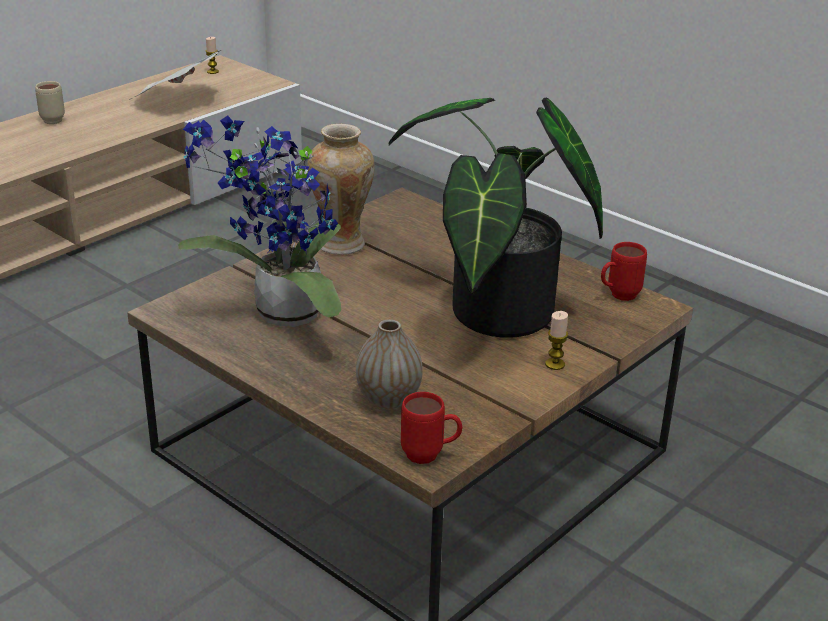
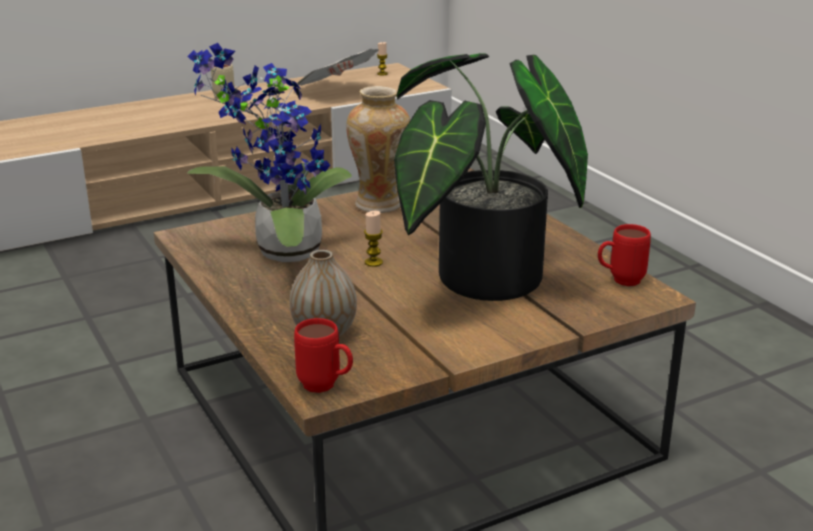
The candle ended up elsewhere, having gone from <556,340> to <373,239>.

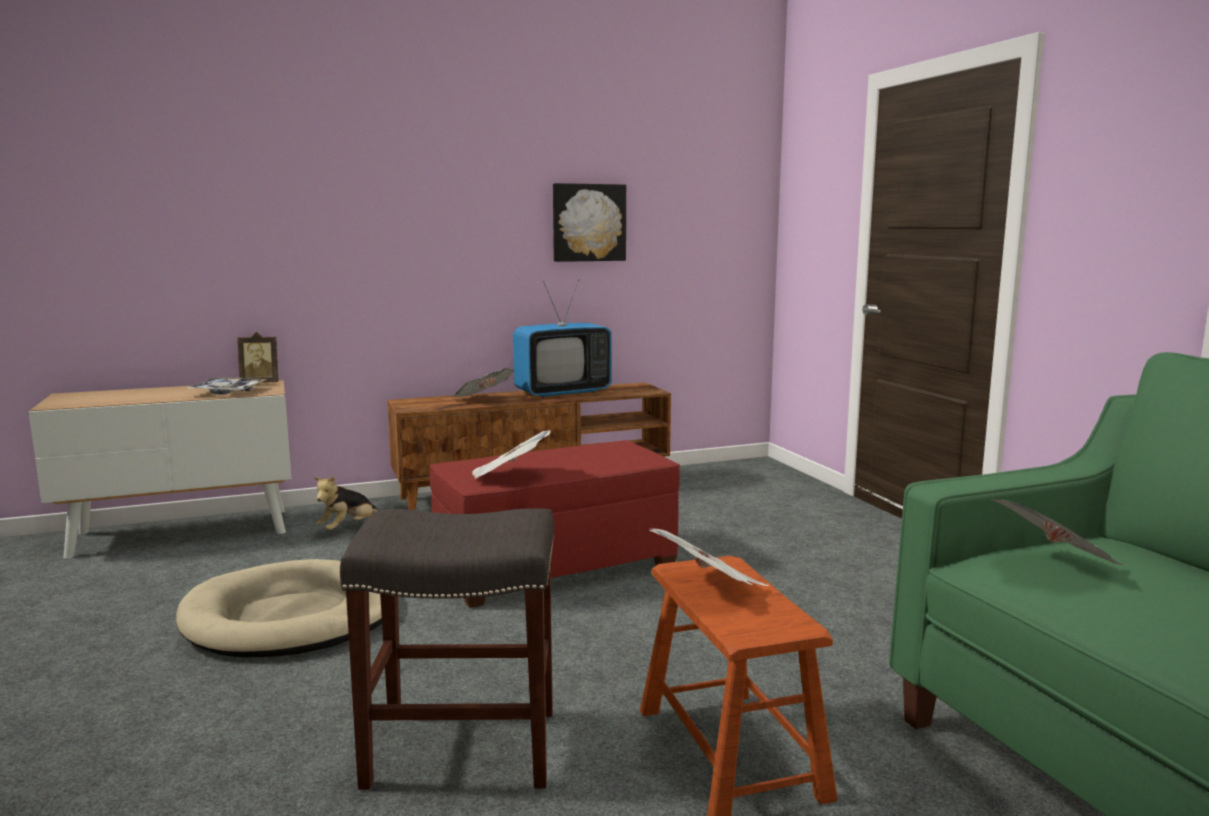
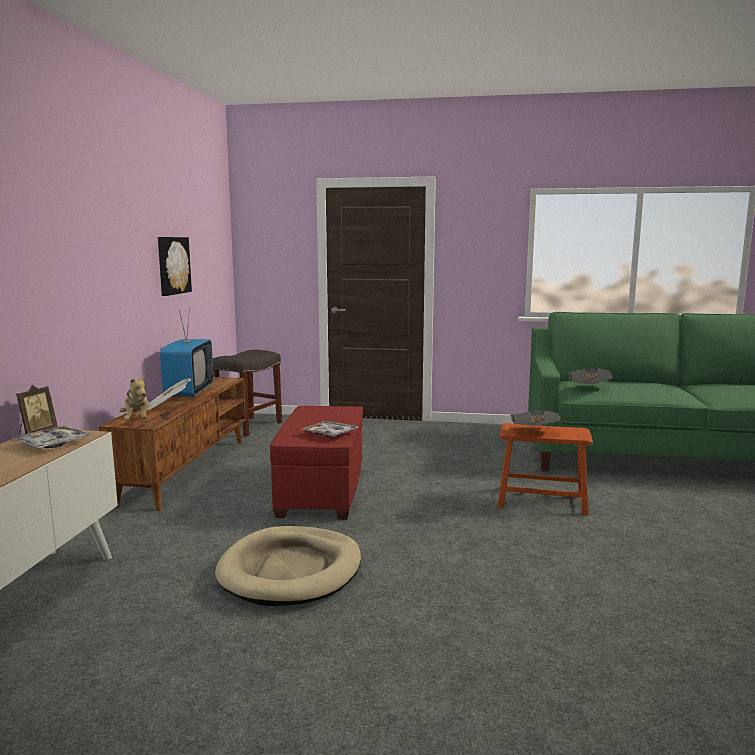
The plush toy ended up elsewhere, having gone from <345,502> to <134,397>.
The stool (grey) ended up elsewhere, having gone from <447,649> to <247,393>.
Where the newspaper stood at <511,454>, the tray came to stand at <330,429>.

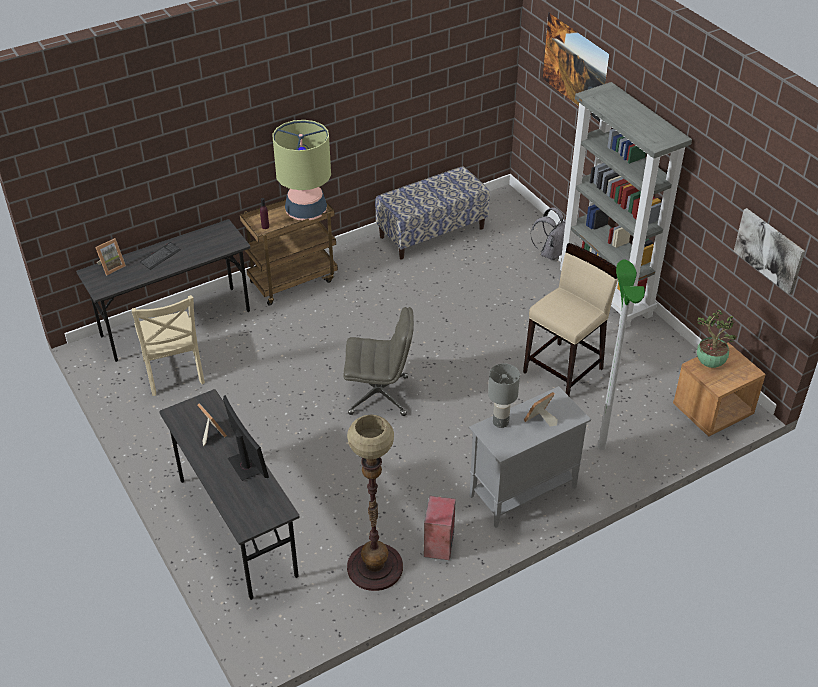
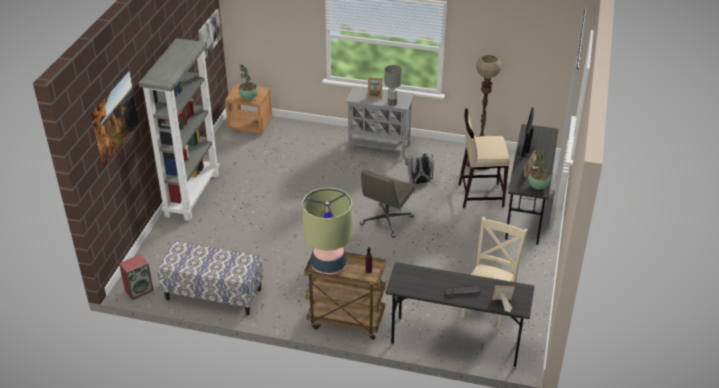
The speaker ended up elsewhere, having gone from <440,528> to <136,277>.
The office chair (grey) at <378,361> ended up facing another way, 105 degrees counterclockwise from before.
The backpack (grey) ended up elsewhere, having gone from <548,233> to <419,168>.
The stool (beige) ended up elsewhere, having gone from <570,319> to <484,158>.
The second view gained the potted plant at <539,168>.
The second view lost the floor lamp at <621,354>.

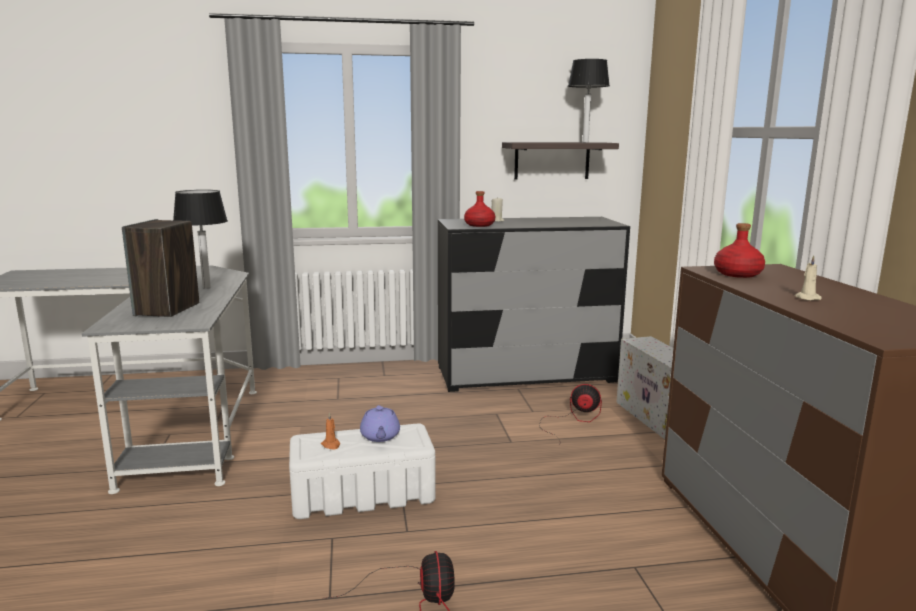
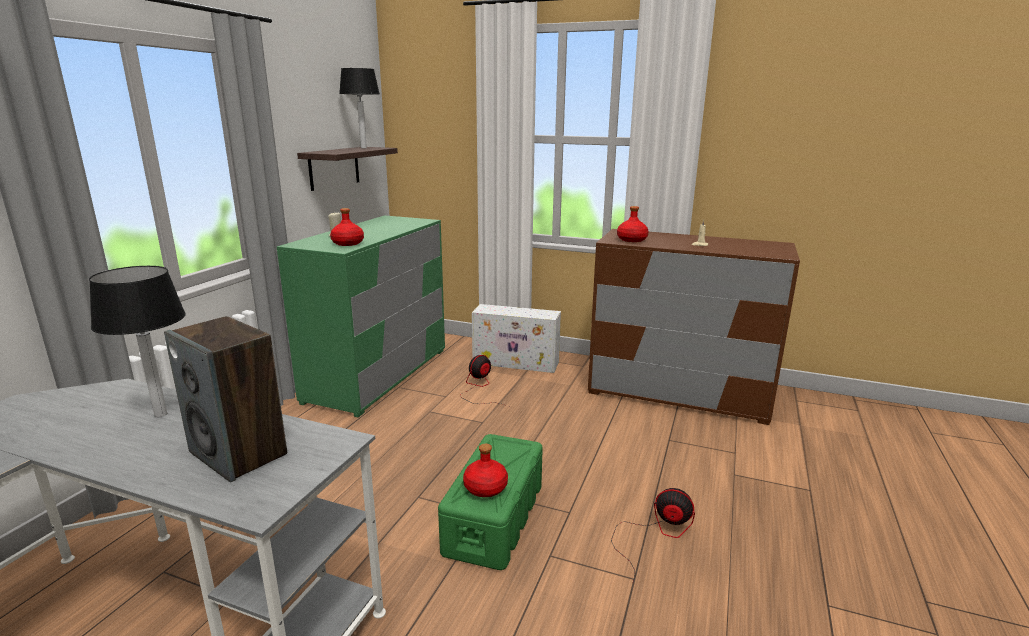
What was the dresser (black) at <534,304> turned into the dresser (green) at <361,316>.
What was the storage box (white) at <362,471> turned into the storage box (green) at <490,502>.
Where the candle (orange) stood at <330,431>, the bottle (red) came to stand at <485,470>.
The second view lost the teapot (purple) at <380,423>.

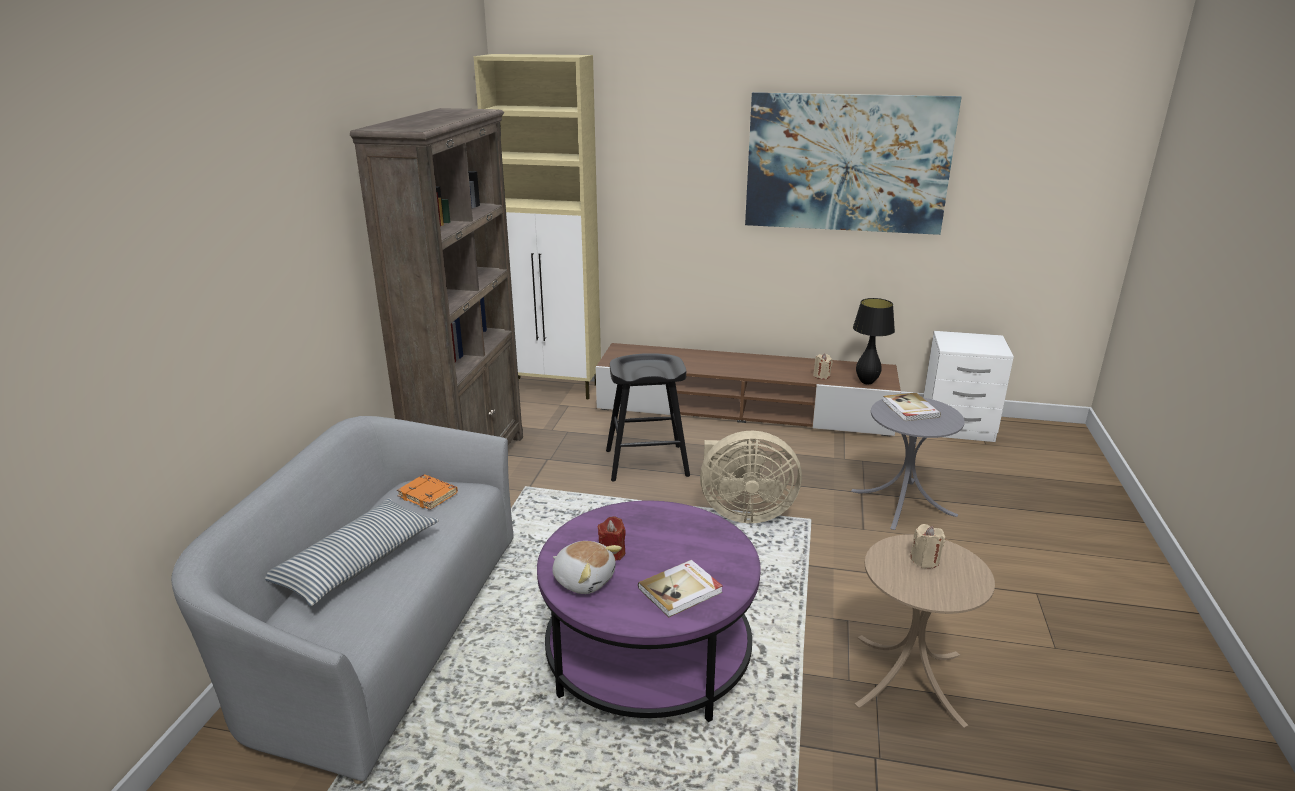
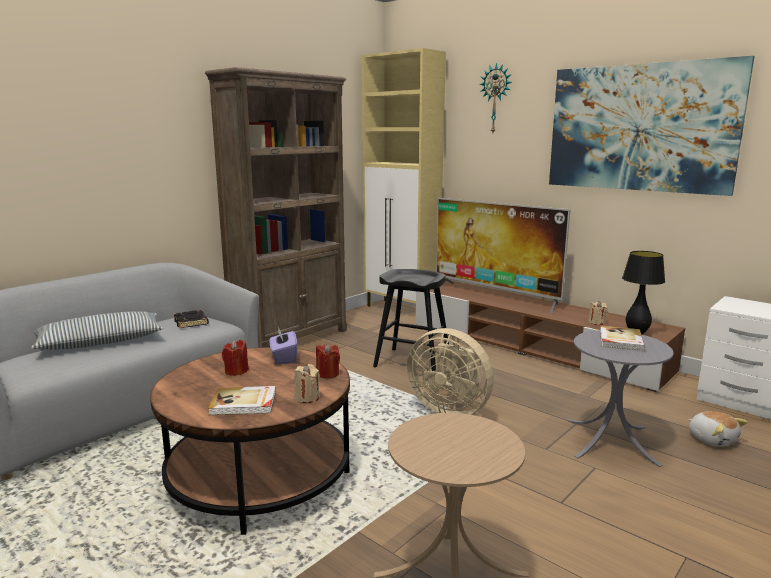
What was the coffee table (purple) at <649,611> turned into the coffee table (brown) at <250,441>.
What was the book (orange) at <427,492> turned into the book (black) at <191,319>.
The second view gained the tissue box (purple) at <283,345>.
The candle (beige) ended up elsewhere, having gone from <928,546> to <307,383>.
The second view gained the candle (red) at <328,361>.
The second view gained the television at <503,255>.
The second view gained the wall clock at <496,97>.
The plush toy ended up elsewhere, having gone from <587,567> to <718,429>.

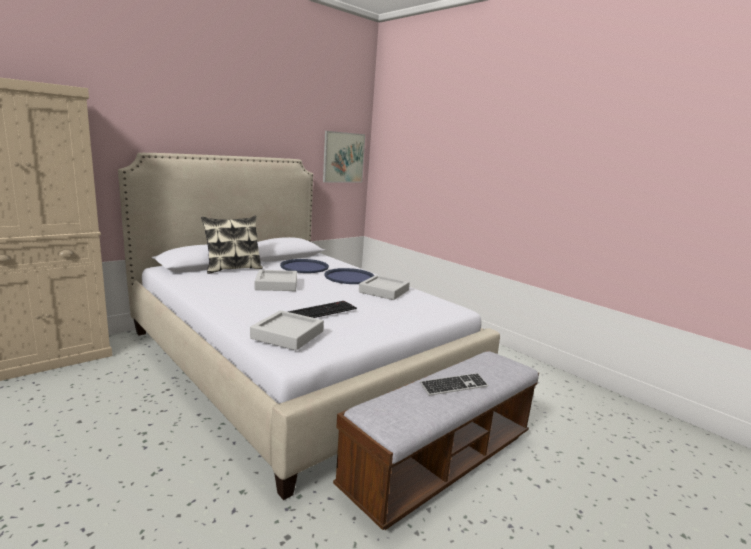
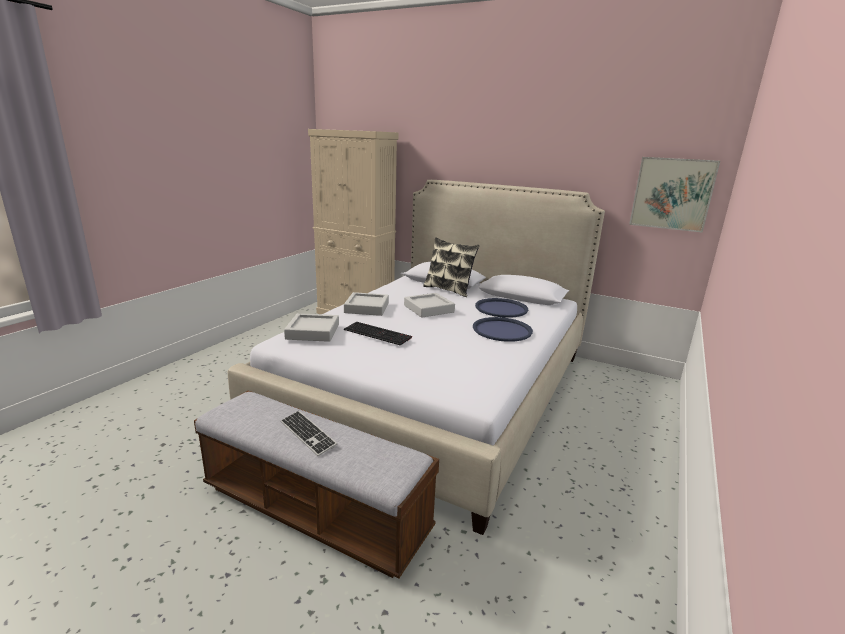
The tray (grey) ended up elsewhere, having gone from <384,287> to <366,304>.

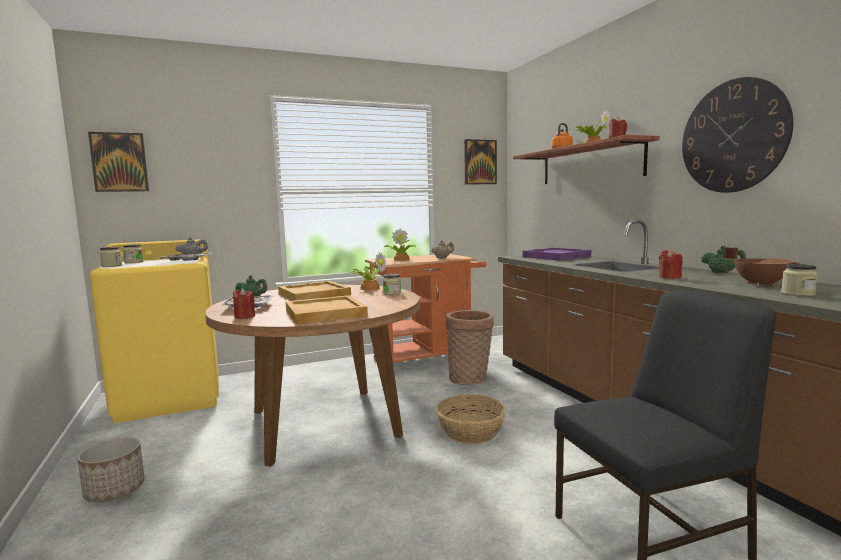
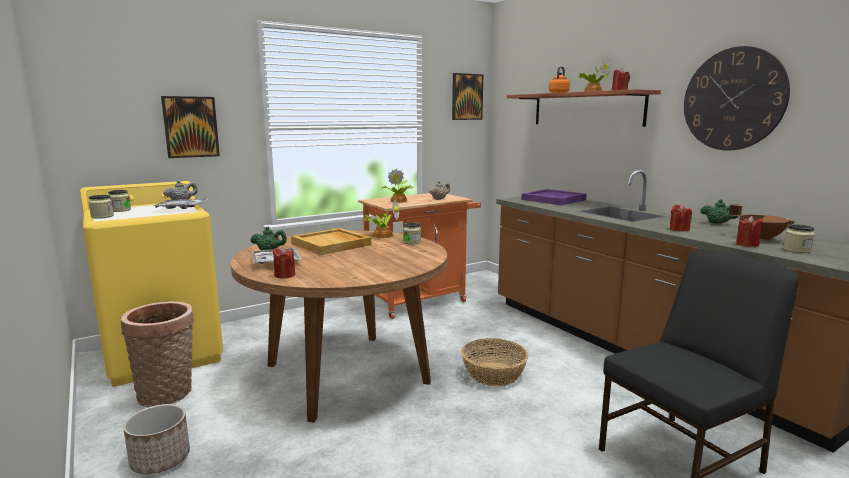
The basket ended up elsewhere, having gone from <470,347> to <157,354>.
The picture ended up elsewhere, having gone from <118,162> to <190,127>.
The second view gained the candle (red) at <749,231>.
The second view lost the tray (beige) at <327,309>.

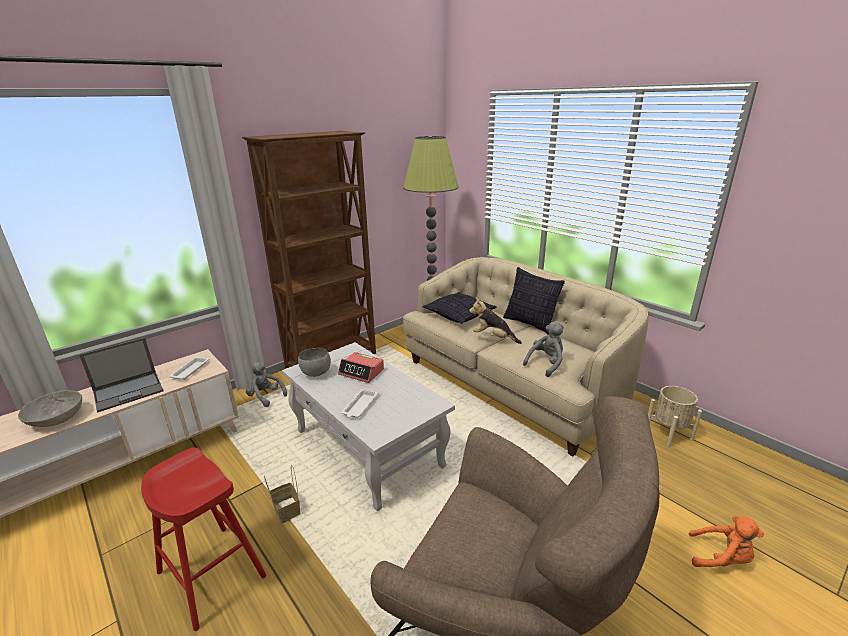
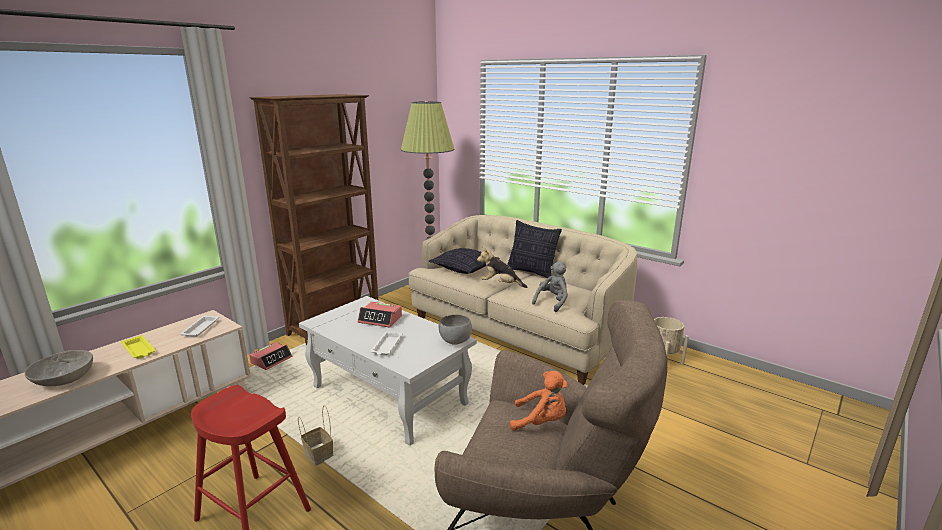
Where the laptop stood at <121,375>, the tray (yellow) came to stand at <138,347>.
Where the plush toy (grey) stood at <266,384>, the alarm clock came to stand at <270,356>.
The bowl (grey) ended up elsewhere, having gone from <314,362> to <455,329>.
The plush toy (orange) ended up elsewhere, having gone from <726,541> to <539,401>.

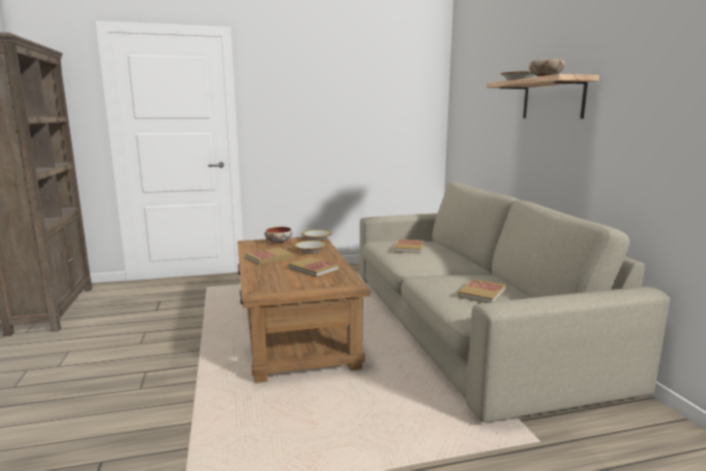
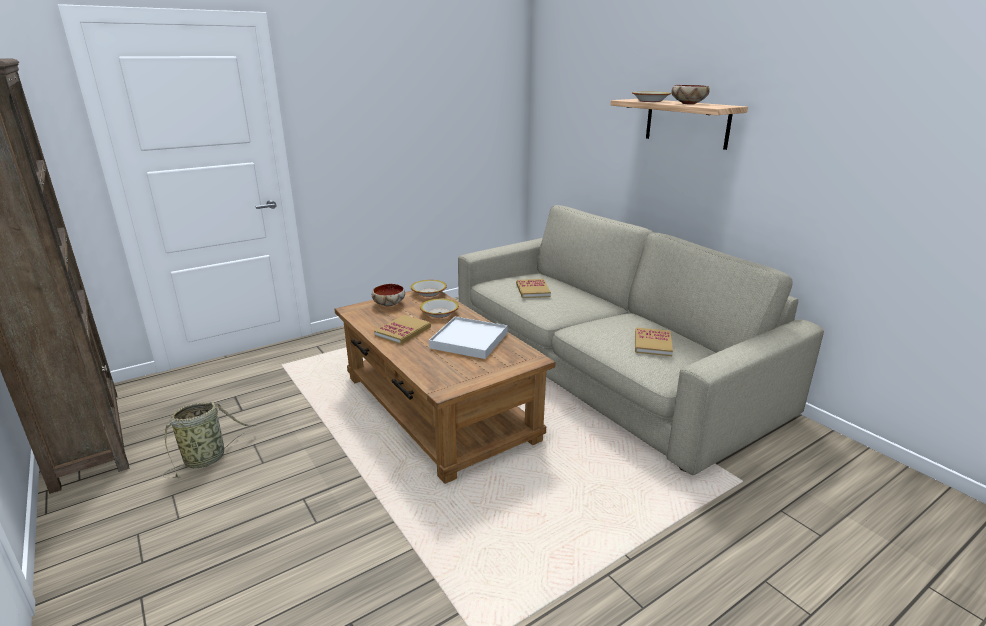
The second view gained the basket at <210,440>.
Where the book stood at <313,267>, the tray (white) came to stand at <468,338>.

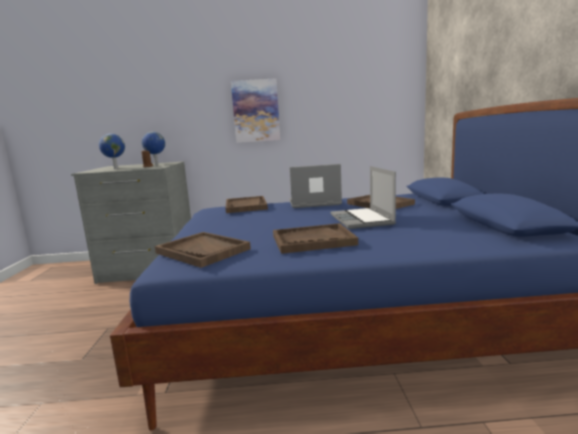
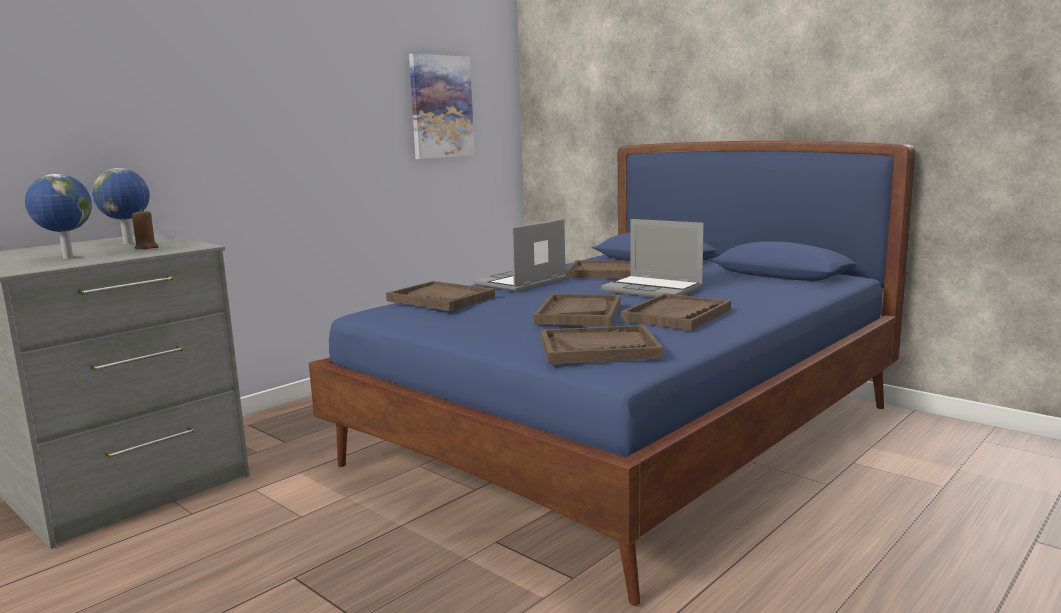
The picture ended up elsewhere, having gone from <255,110> to <442,106>.
The second view gained the tray (brown) at <577,310>.

